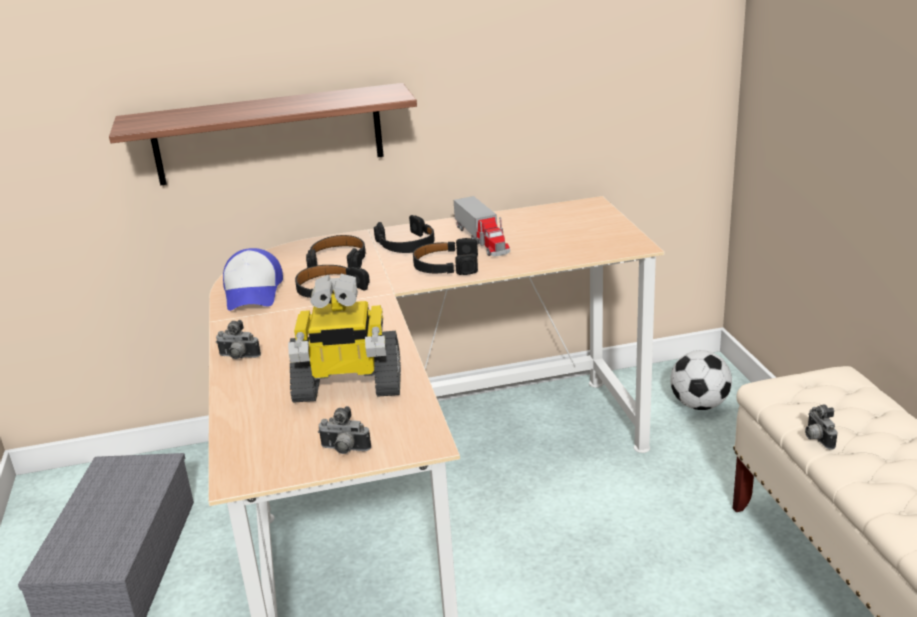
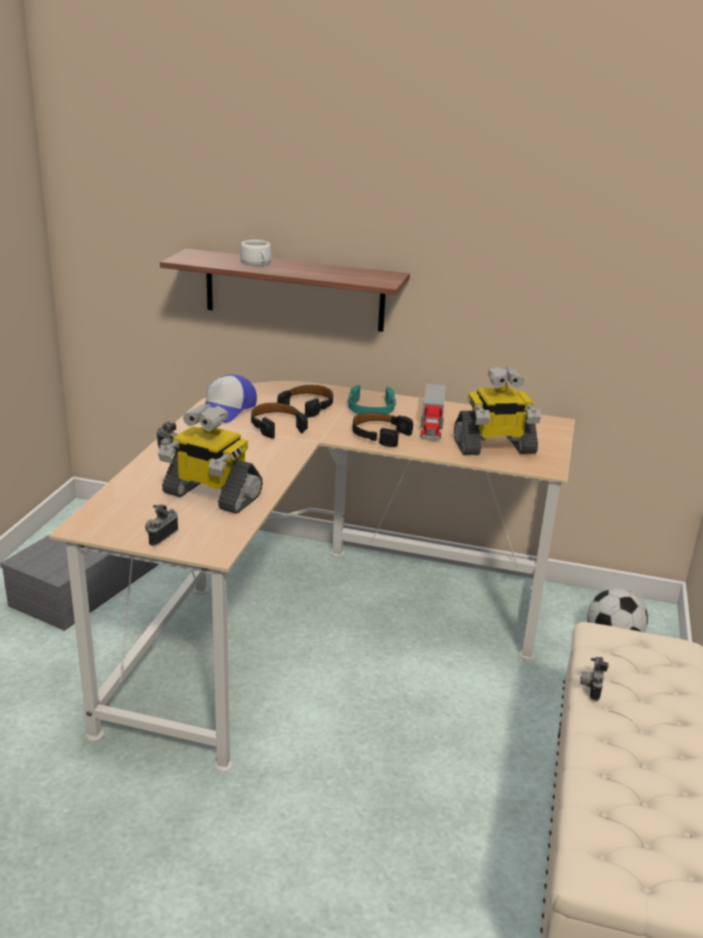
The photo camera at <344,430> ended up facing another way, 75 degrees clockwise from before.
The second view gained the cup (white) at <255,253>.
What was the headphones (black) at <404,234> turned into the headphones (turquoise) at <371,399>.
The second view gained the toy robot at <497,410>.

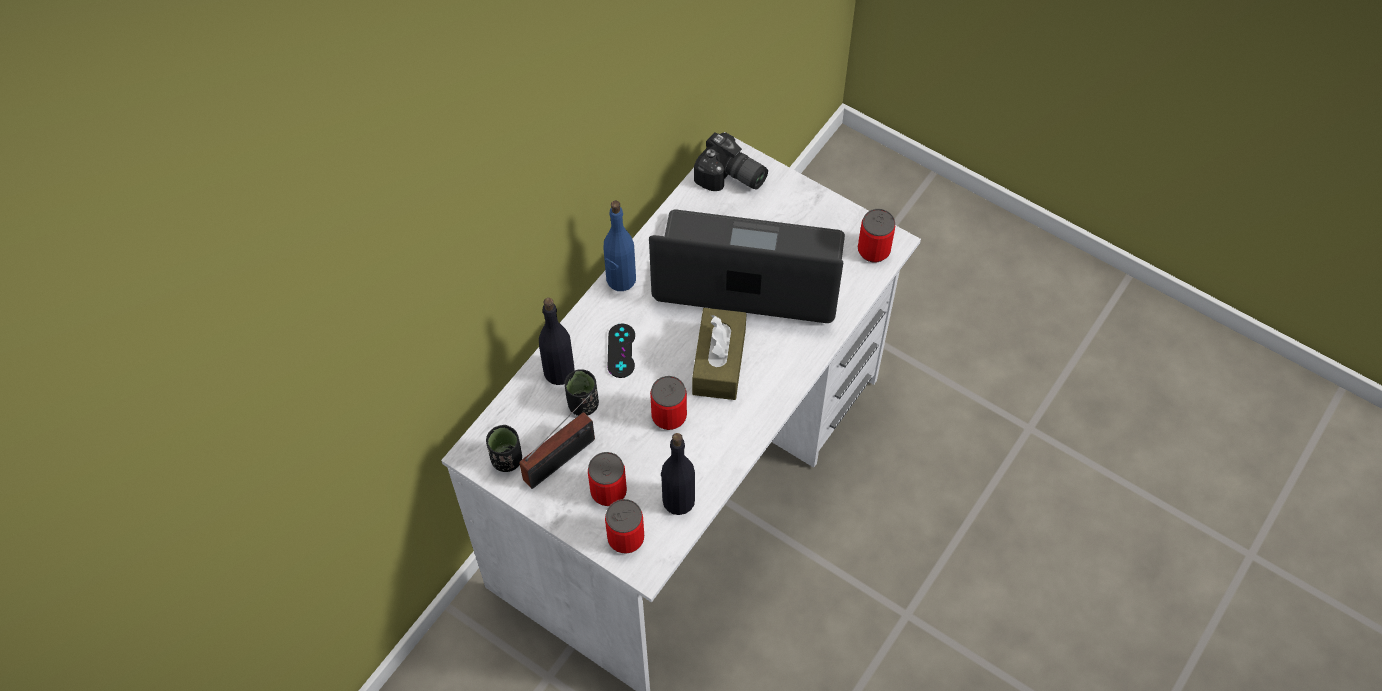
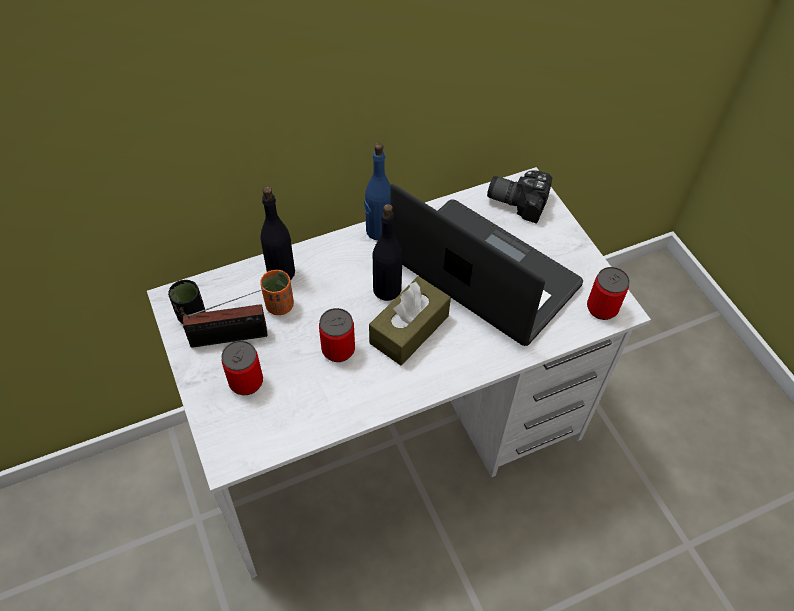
What was the cup (black) at <581,393> turned into the cup (orange) at <277,292>.
The bottle (black) ended up elsewhere, having gone from <678,474> to <387,252>.
The photo camera at <731,161> ended up facing another way, 135 degrees clockwise from before.
The second view lost the can at <624,526>.
The second view lost the game controller (black) at <621,351>.

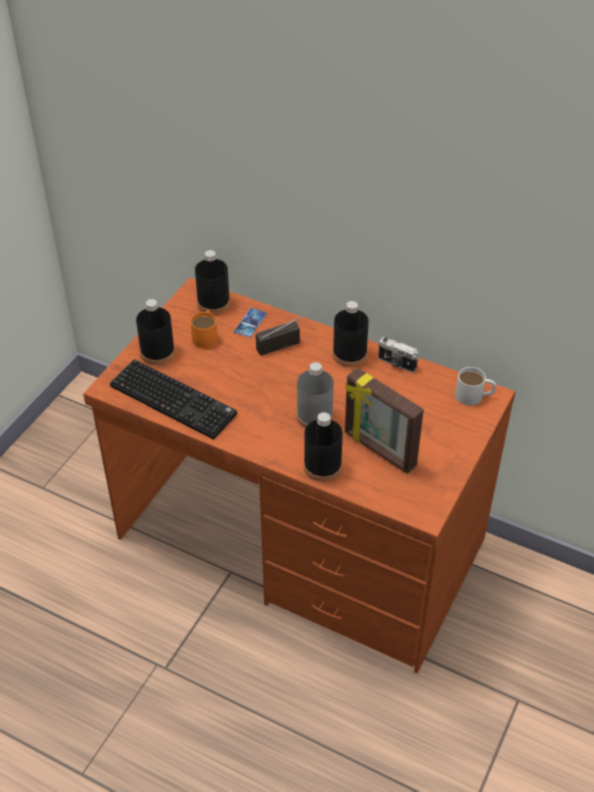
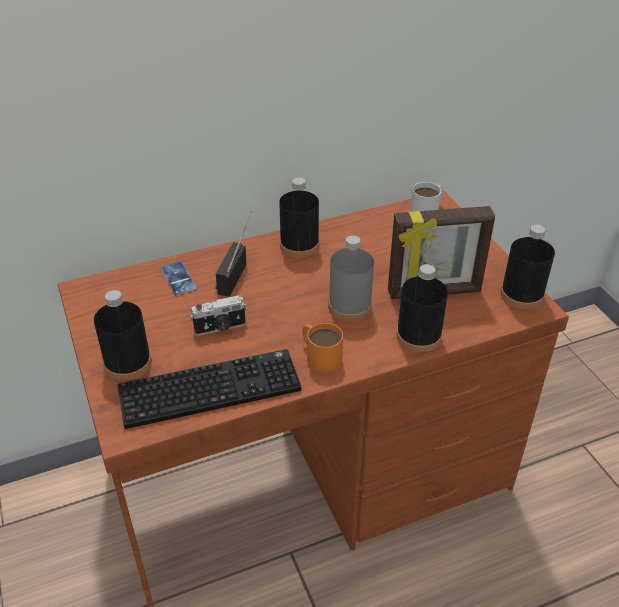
The photo camera ended up elsewhere, having gone from <398,354> to <218,315>.
The mug (orange) ended up elsewhere, having gone from <204,329> to <322,348>.
The bottle (black) ended up elsewhere, having gone from <212,282> to <527,267>.

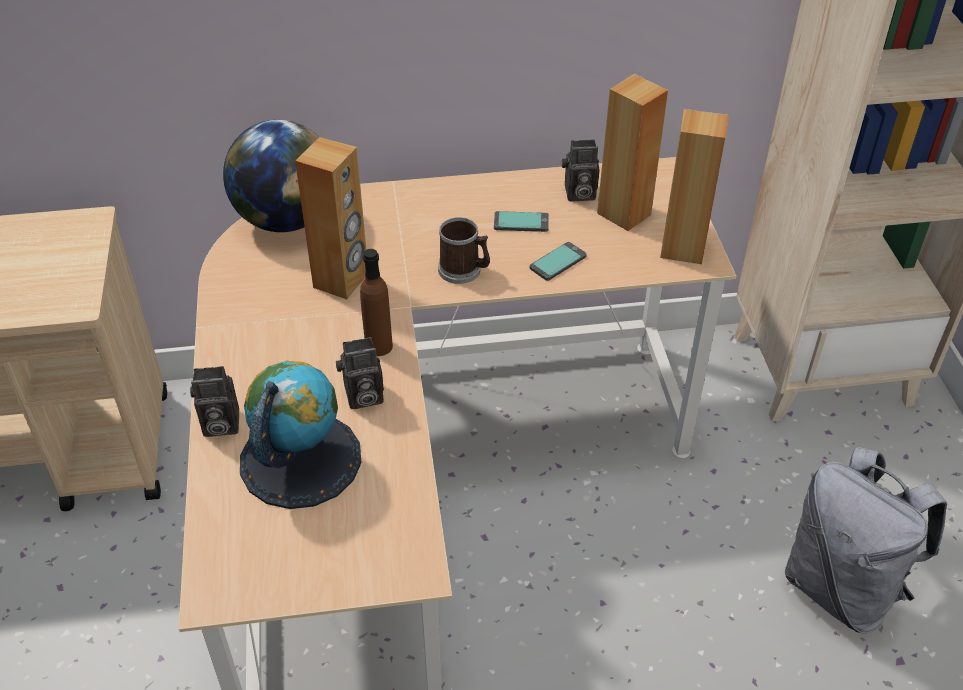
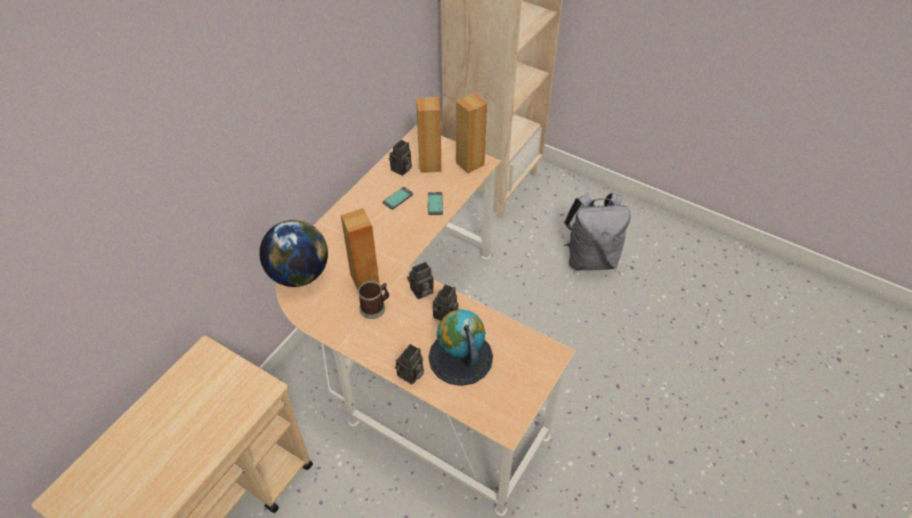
The mug ended up elsewhere, having gone from <464,250> to <373,300>.
Where the bottle (brown) stood at <376,302>, the photo camera came to stand at <420,280>.

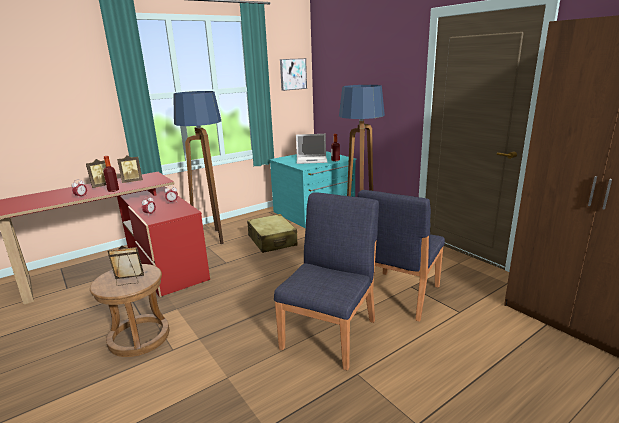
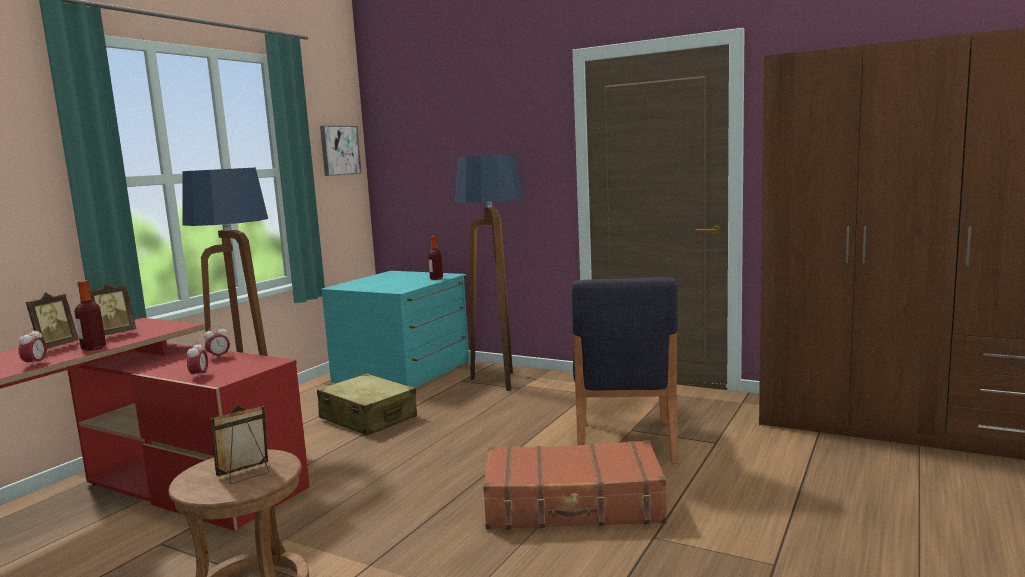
Where the chair (blue) stood at <326,281>, the suitcase (brown) came to stand at <575,484>.
The second view lost the laptop at <311,149>.

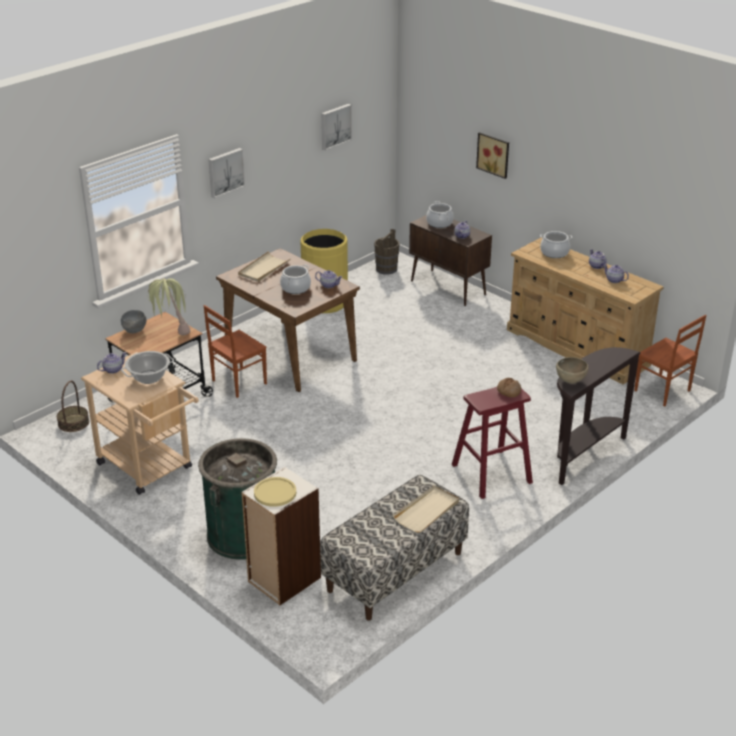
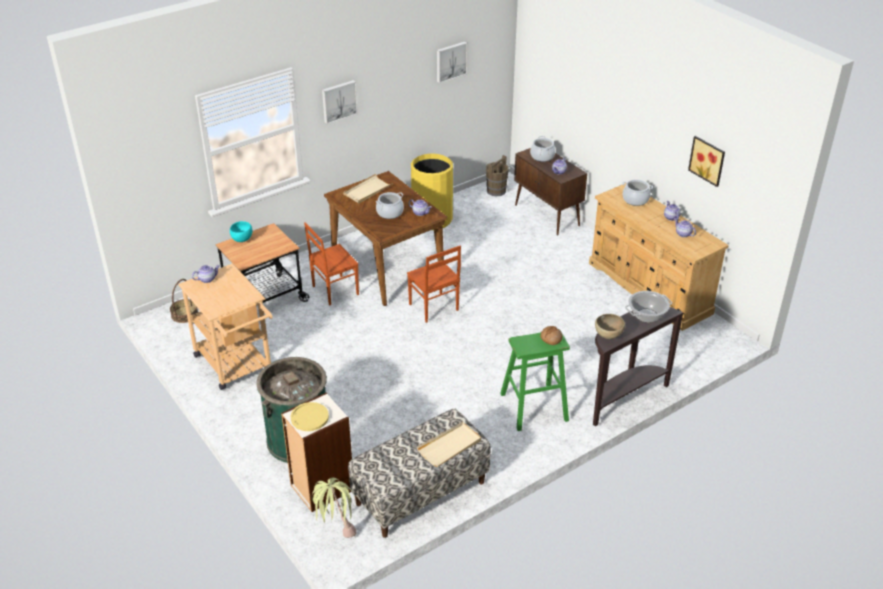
What was the bowl (grey) at <133,321> turned into the bowl (turquoise) at <241,231>.
The potted plant ended up elsewhere, having gone from <169,306> to <333,508>.
The chair (brown) ended up elsewhere, having gone from <670,361> to <434,284>.
What was the stool (red) at <492,443> turned into the stool (green) at <535,380>.
The cooking pot ended up elsewhere, having gone from <147,367> to <648,307>.
The picture ended up elsewhere, having gone from <492,155> to <706,161>.

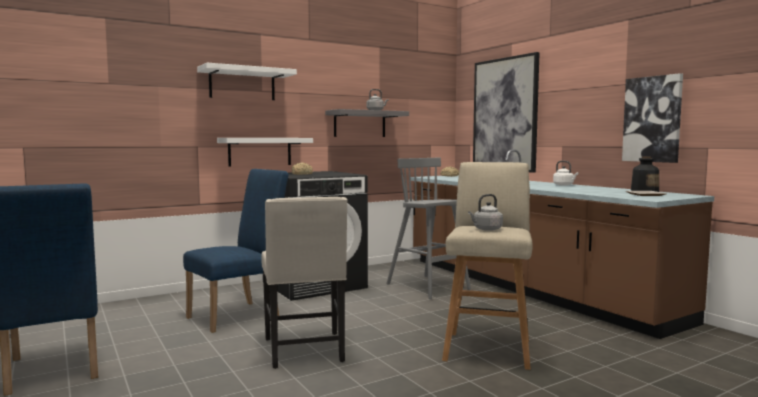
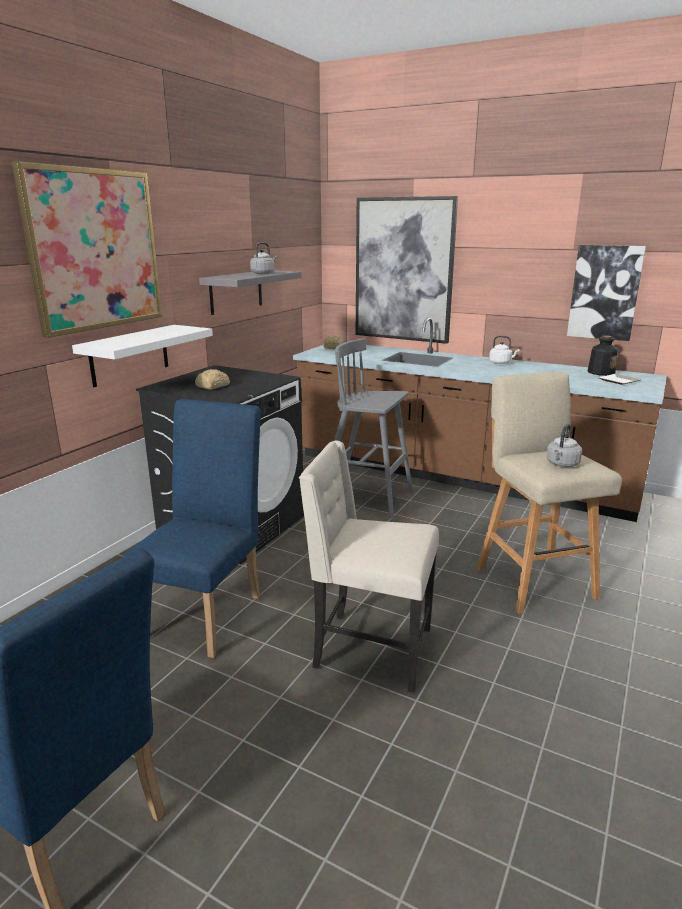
Where the shelf (white) hung at <247,81>, the picture came to hang at <87,249>.
The chair (beige) at <304,283> ended up facing another way, 150 degrees clockwise from before.

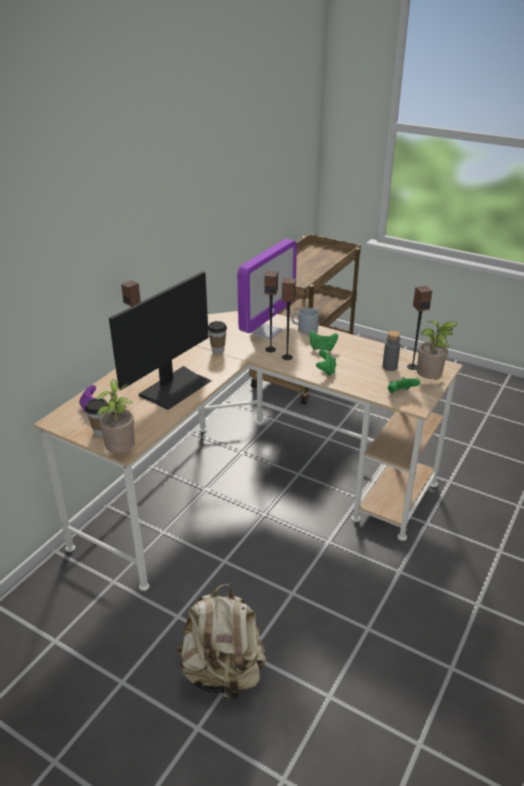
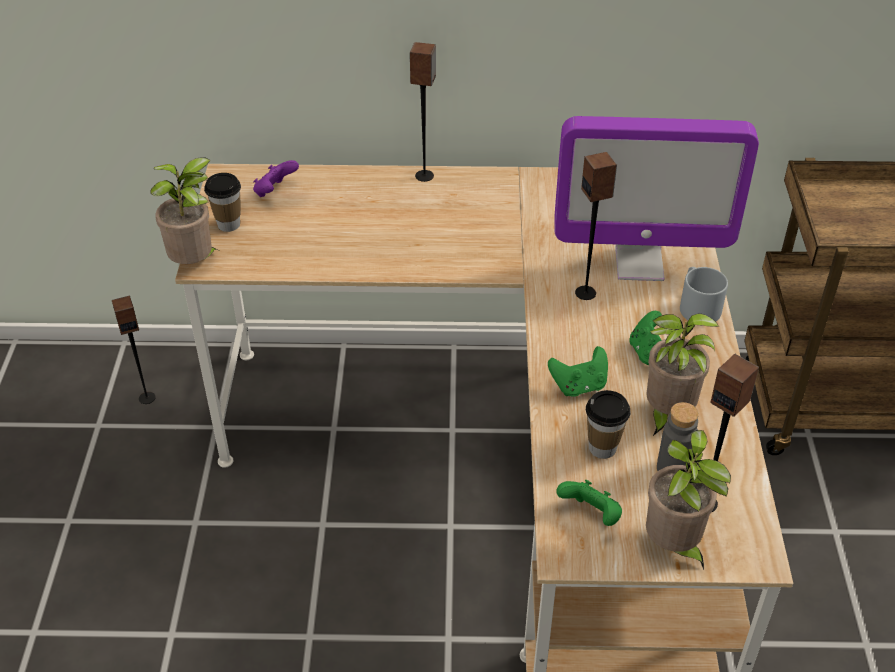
The speaker ended up elsewhere, having gone from <289,319> to <134,350>.
The cup ended up elsewhere, having gone from <217,337> to <608,424>.
The second view gained the potted plant at <682,375>.
The second view lost the monitor at <160,340>.
The second view lost the backpack (beige) at <222,642>.

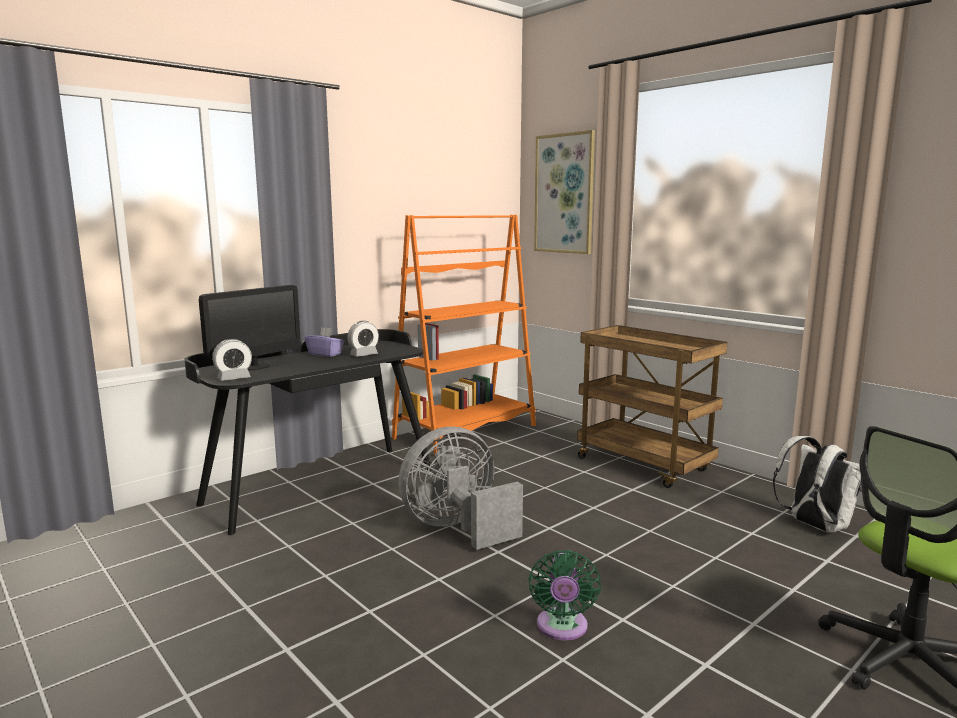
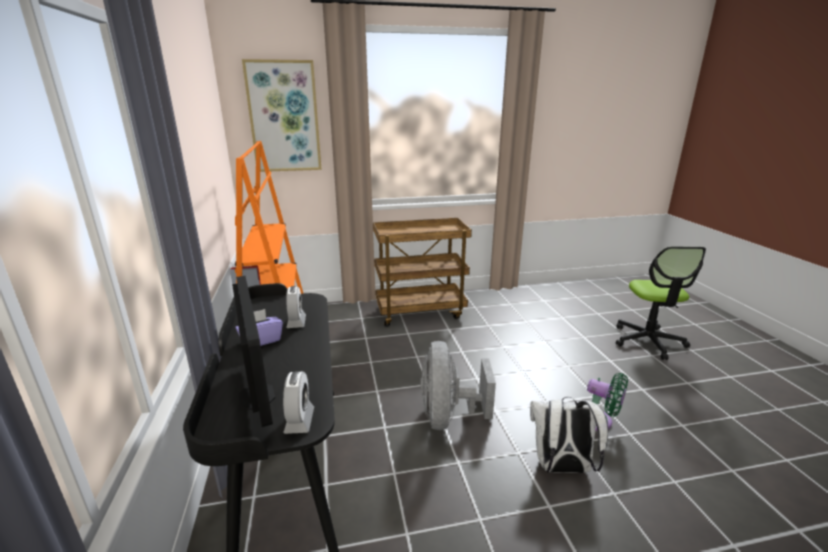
The backpack (white) ended up elsewhere, having gone from <817,484> to <569,435>.

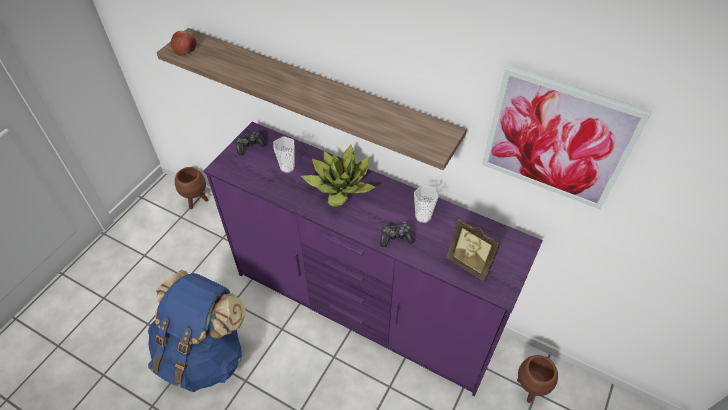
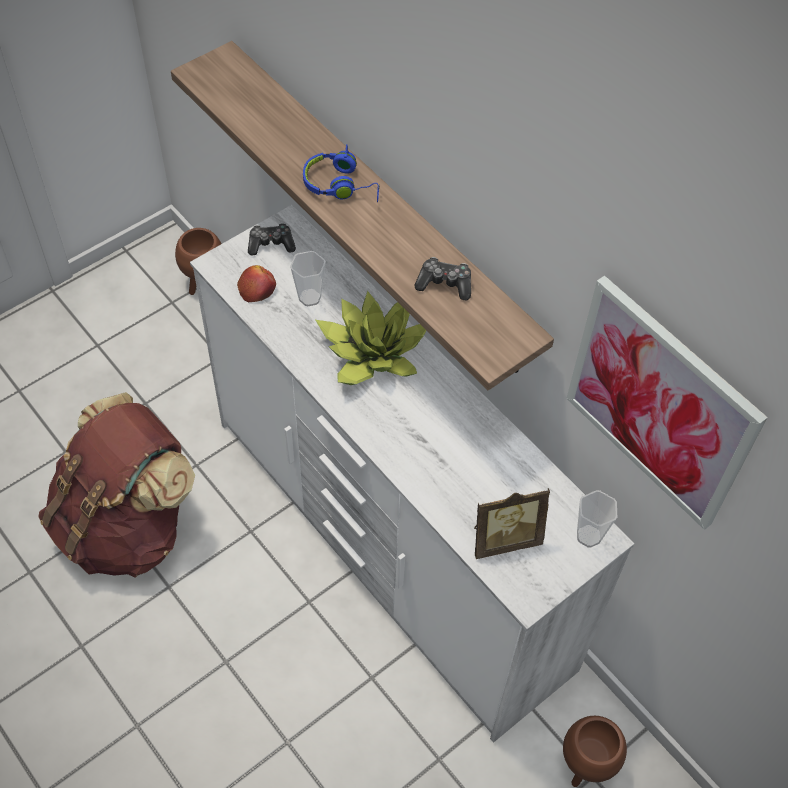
What was the backpack (blue) at <197,331> turned into the backpack (brown) at <116,485>.
What was the dresser (purple) at <373,259> turned into the dresser (white) at <412,473>.
The apple ended up elsewhere, having gone from <183,43> to <256,283>.
The second view gained the headphones (blue) at <341,173>.
The game controller ended up elsewhere, having gone from <397,234> to <442,278>.
The picture frame at <473,250> ended up facing another way, 75 degrees counterclockwise from before.
The cup ended up elsewhere, having gone from <426,204> to <597,519>.

